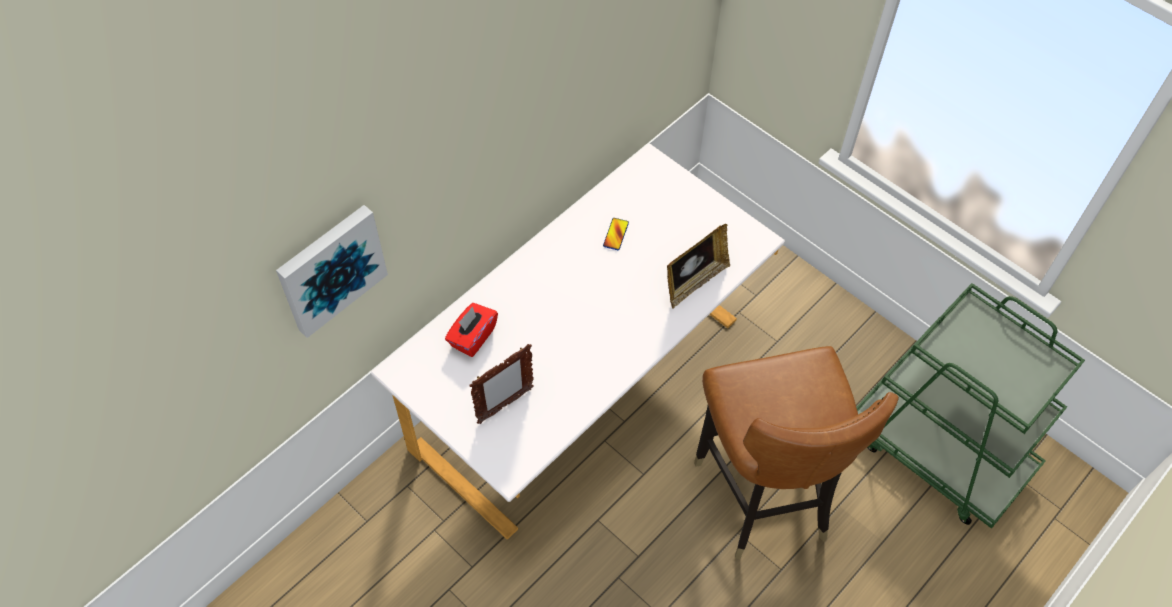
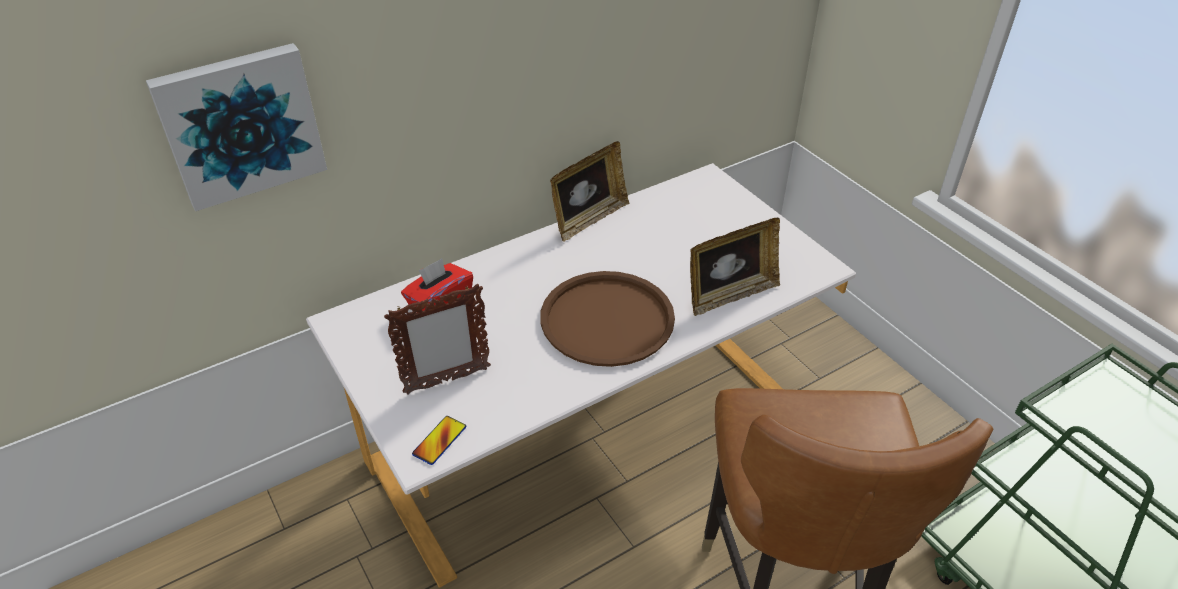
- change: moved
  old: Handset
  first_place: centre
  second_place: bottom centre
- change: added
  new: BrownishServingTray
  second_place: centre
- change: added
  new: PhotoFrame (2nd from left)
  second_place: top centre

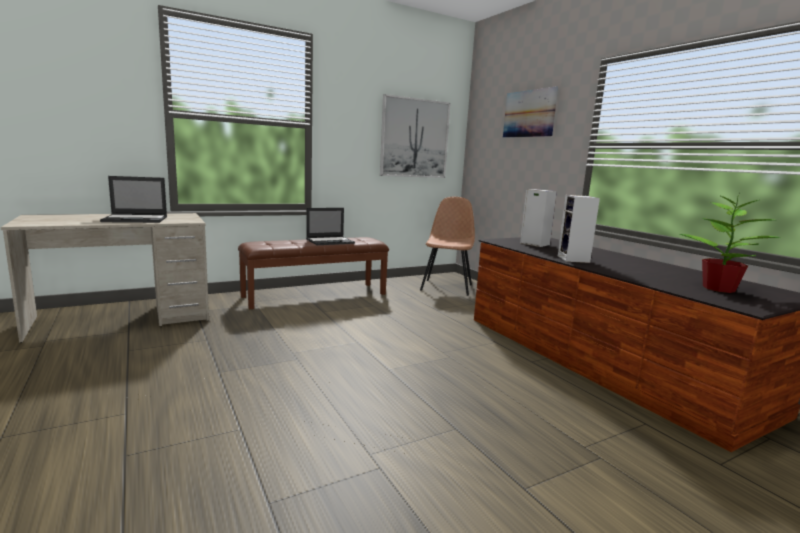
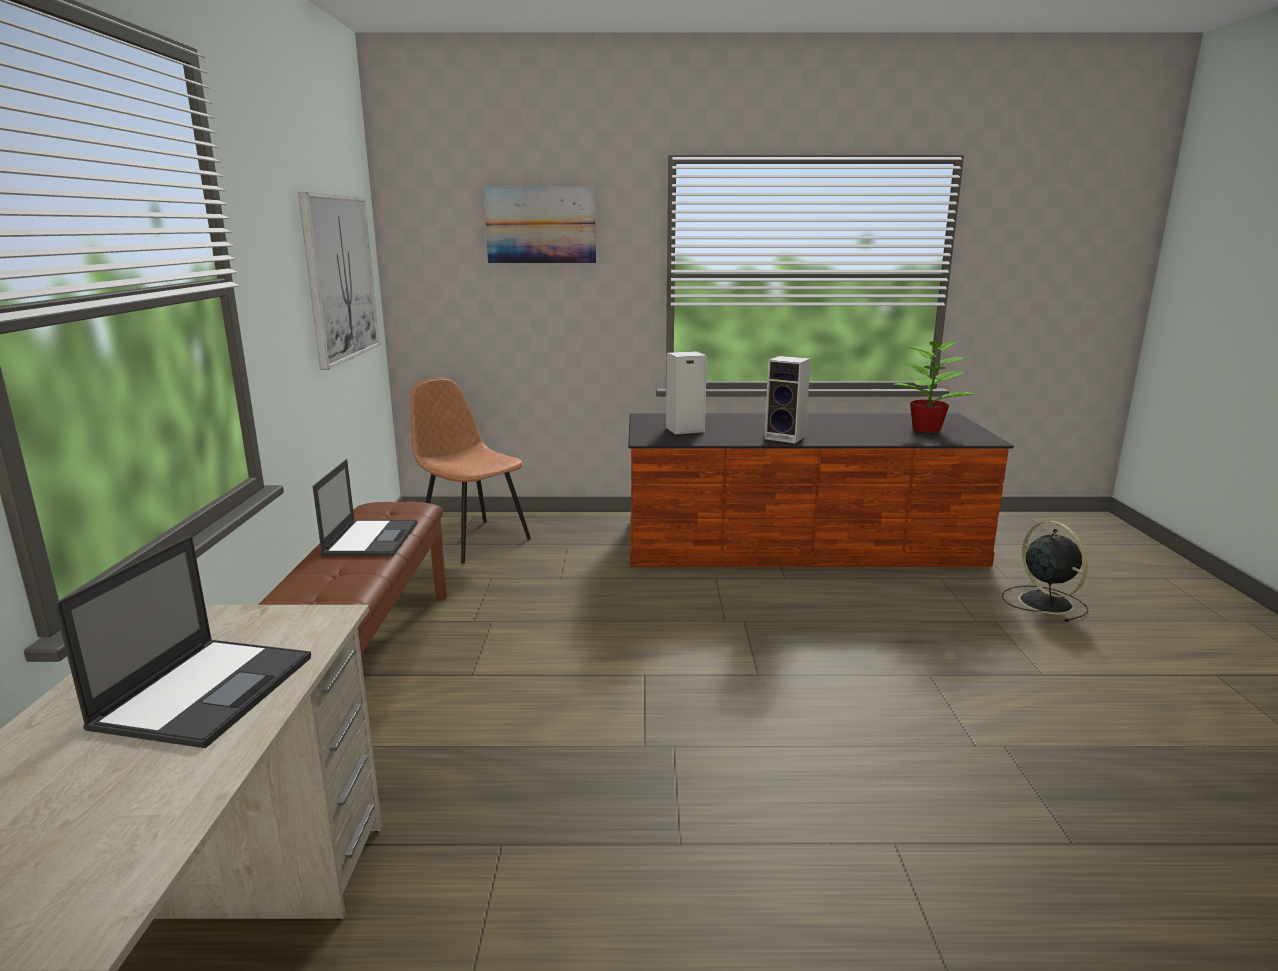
- change: added
  new: BlackFan
  second_place: middle right

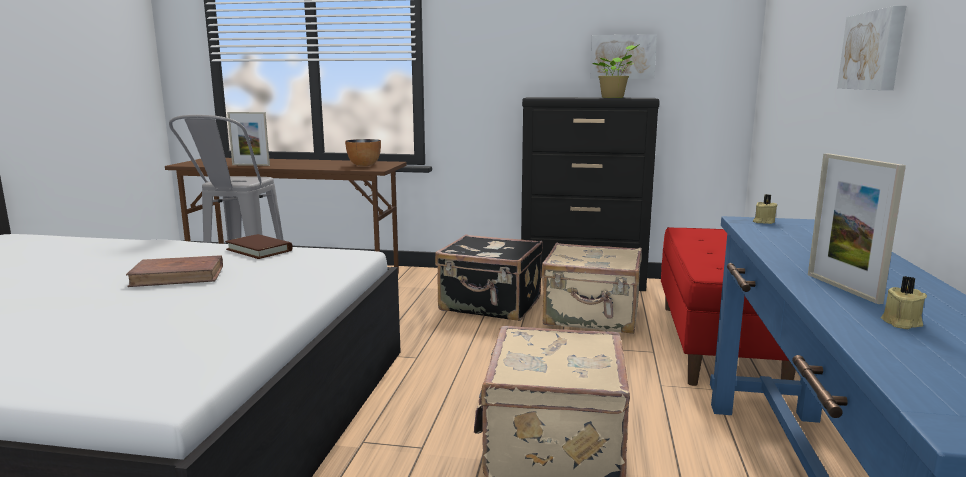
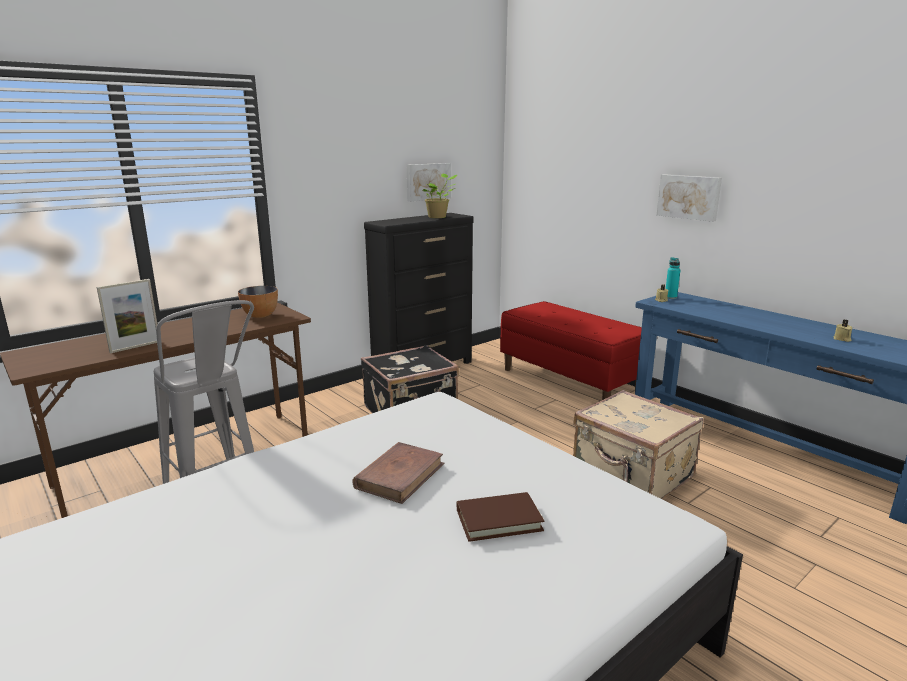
- change: moved
  old: BrownishBoundBook (2nd from left)
  first_place: middle left
  second_place: bottom centre
- change: removed
  old: SandColouredPieceOfLuggage (2nd from left)
  first_place: centre
- change: removed
  old: PhotoFrame (2nd from left)
  first_place: middle right
- change: added
  new: BlueGreenDrinkBottle
  second_place: middle right

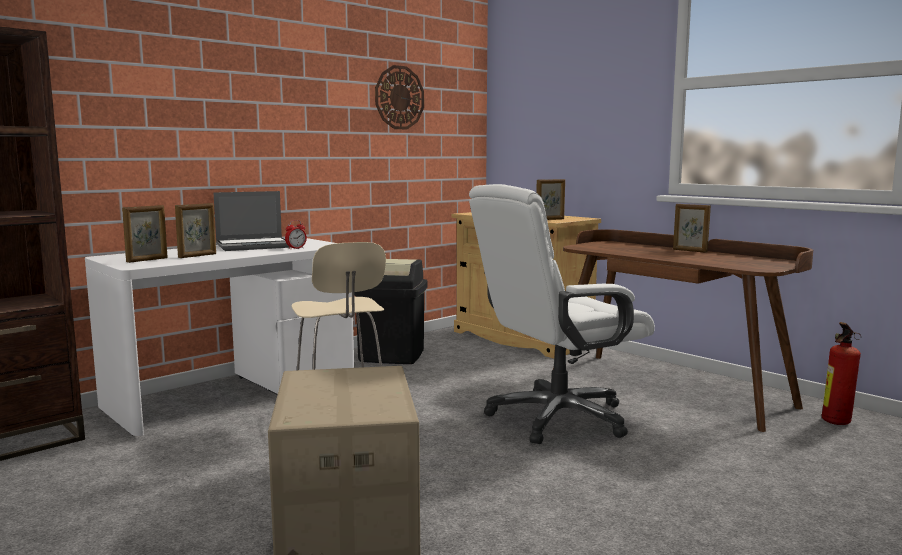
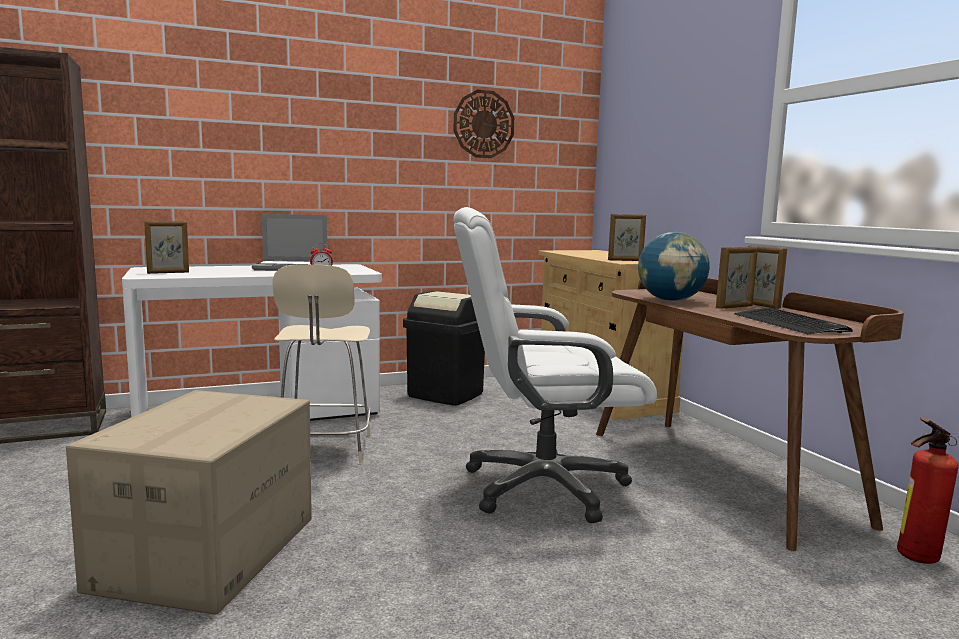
- change: moved
  old: PhotoFrame (2nd from left in the first image)
  new: PhotoFrame (3rd from left)
  first_place: middle left
  second_place: middle right
- change: added
  new: WorldGlobe
  second_place: middle right
- change: added
  new: PcKeyboard
  second_place: middle right

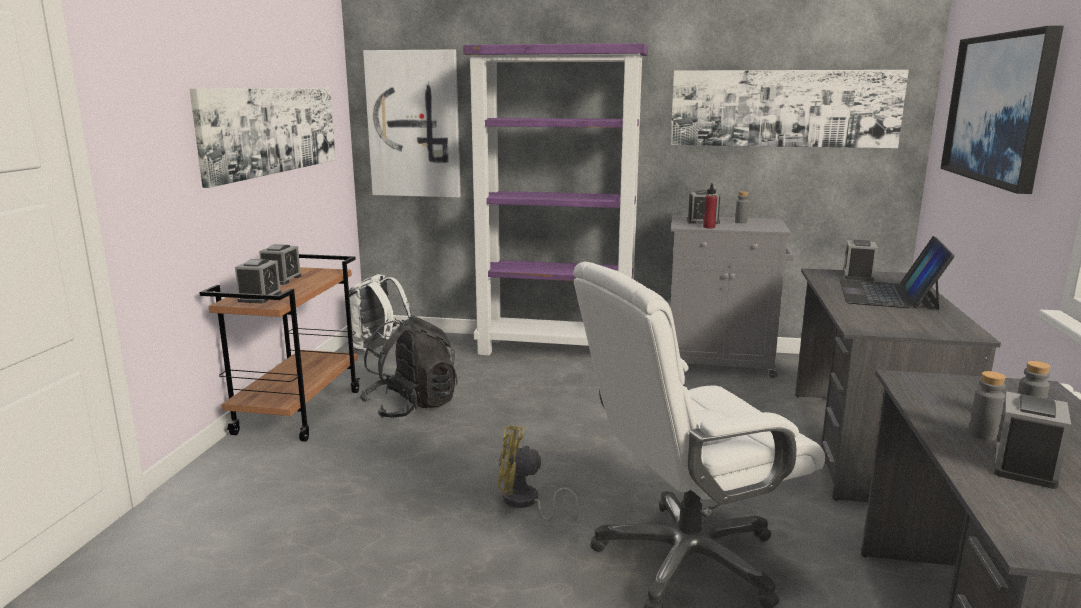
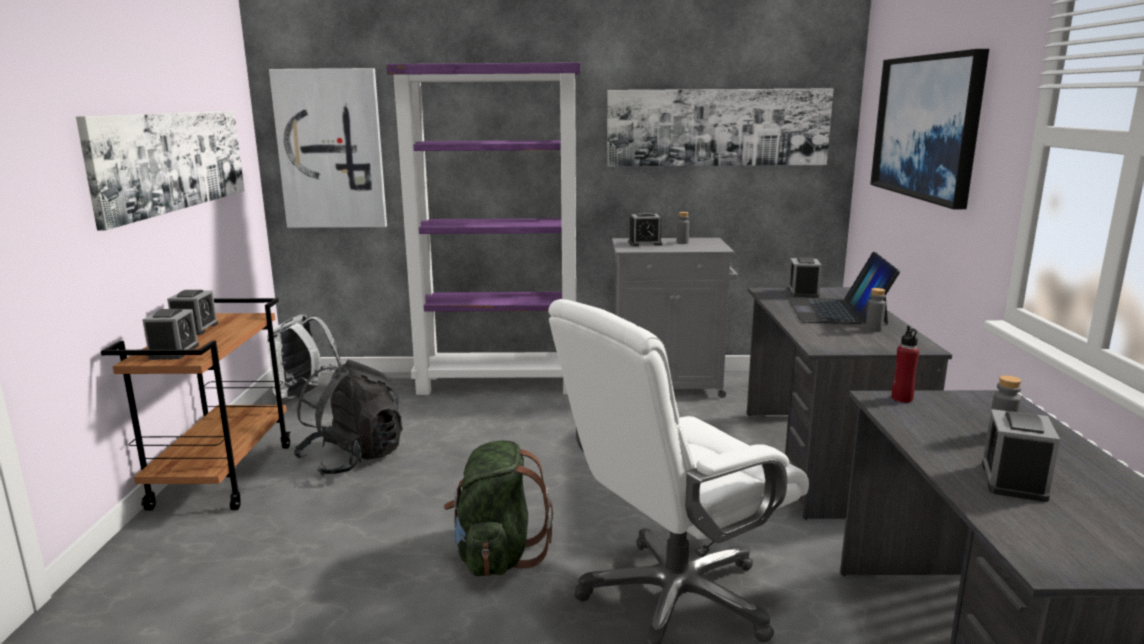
- change: replaced
  old: YellowishFan
  new: GreenColouredRucksack
  first_place: bottom centre
  second_place: bottom centre
- change: moved
  old: RedColouredDrinkBottle
  first_place: centre
  second_place: middle right
- change: moved
  old: GrayDrinkBottle (2nd from left)
  first_place: bottom right
  second_place: middle right

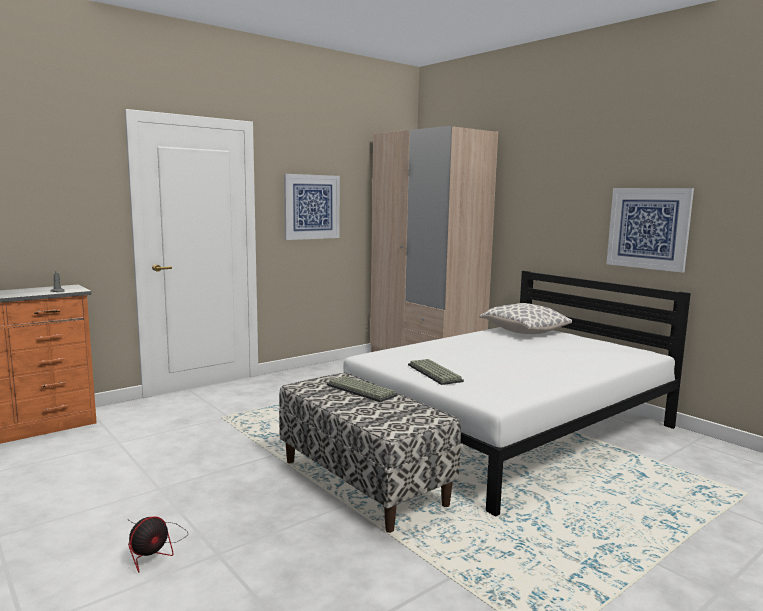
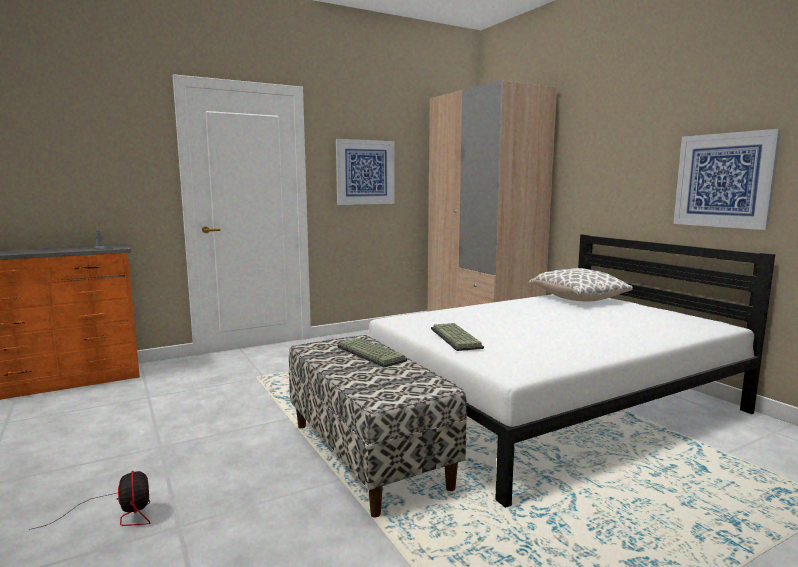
- change: turned
  old: Fan
  first_place: bottom left
  second_place: bottom left
  degrees: -75

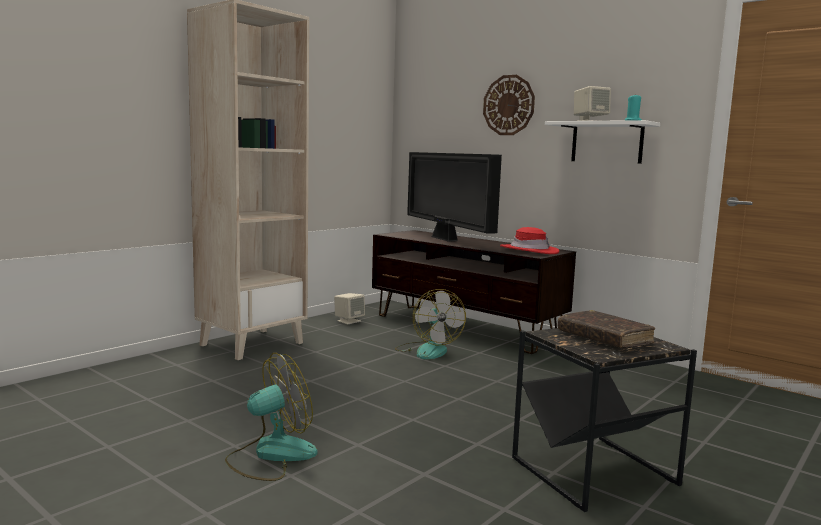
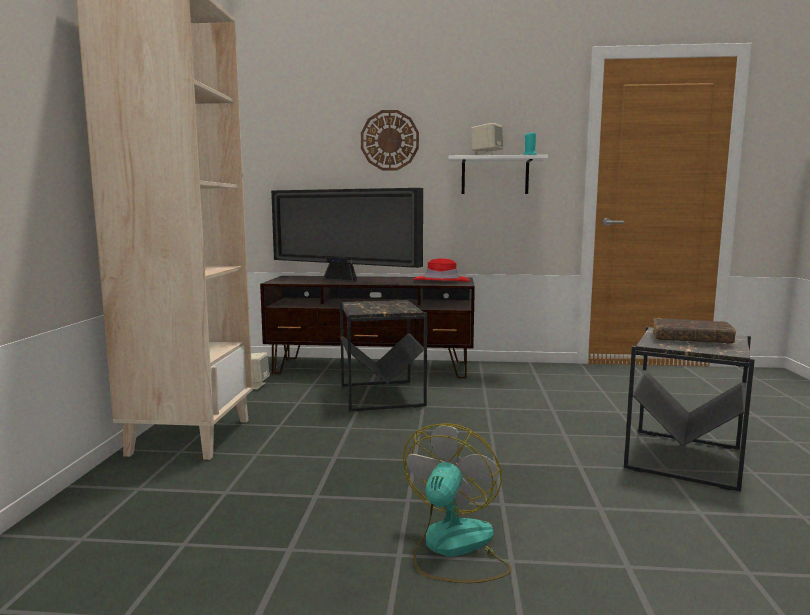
- change: replaced
  old: Fan (2nd from left)
  new: BlackSideTable (1st from left)
  first_place: centre
  second_place: centre

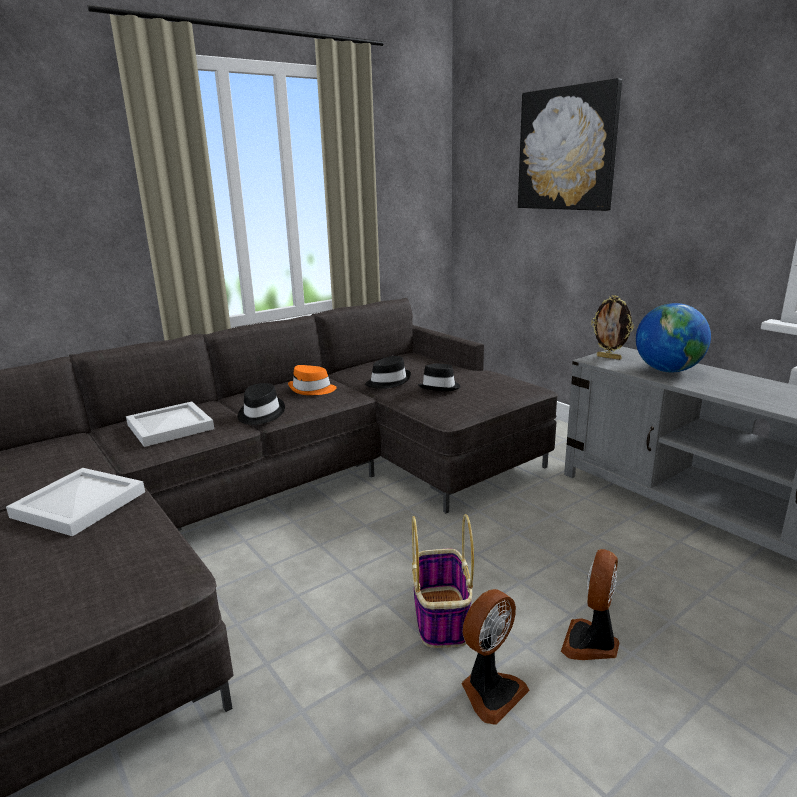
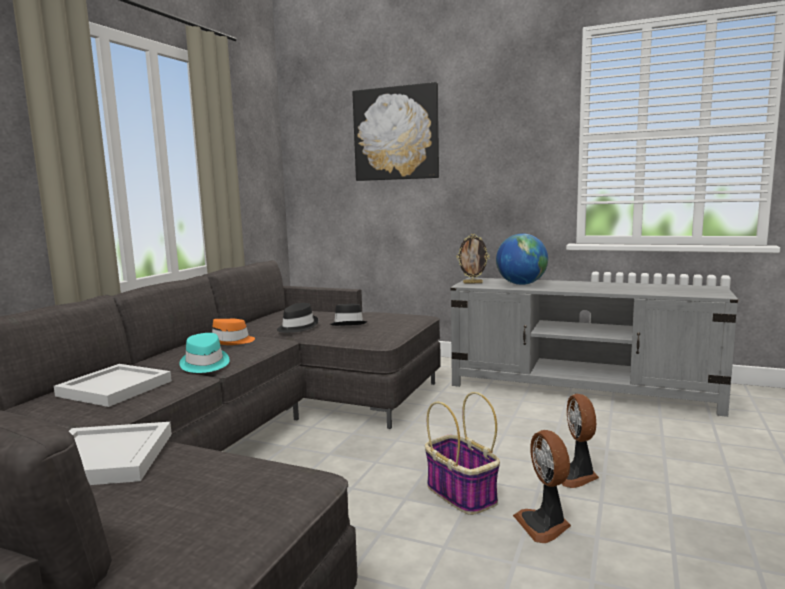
- change: recoloured
  old: BlackWearableHat (1st from left)
  new: BlueGreenWearableHat
  first_place: middle left
  second_place: middle left
- change: turned
  old: Fan (1st from left)
  first_place: bottom centre
  second_place: bottom right
  degrees: 150

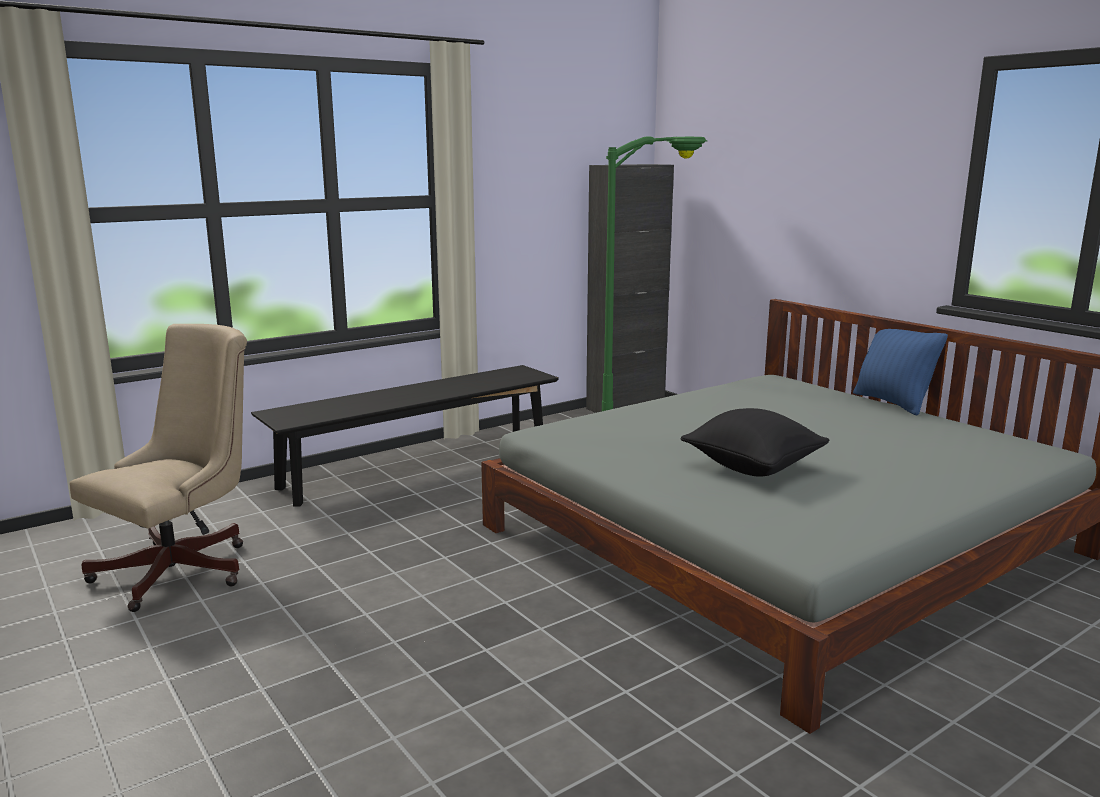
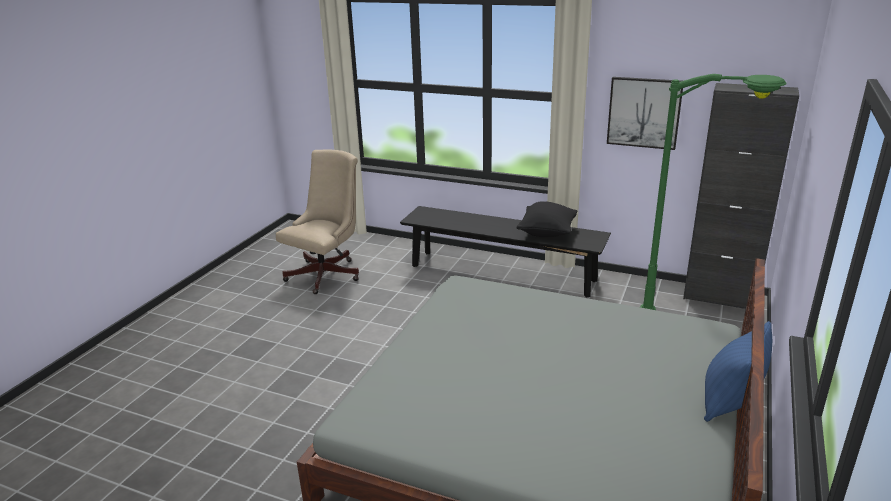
- change: turned
  old: SandColouredDeskChair
  first_place: middle left
  second_place: centre
  degrees: -60
- change: moved
  old: BlackPillow
  first_place: middle right
  second_place: centre
- change: added
  new: WallPicture
  second_place: top right

